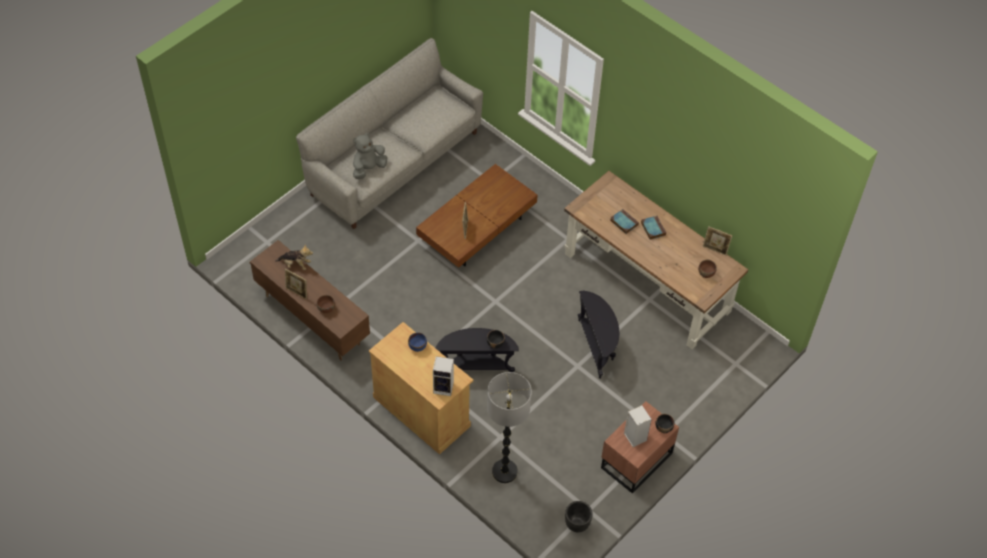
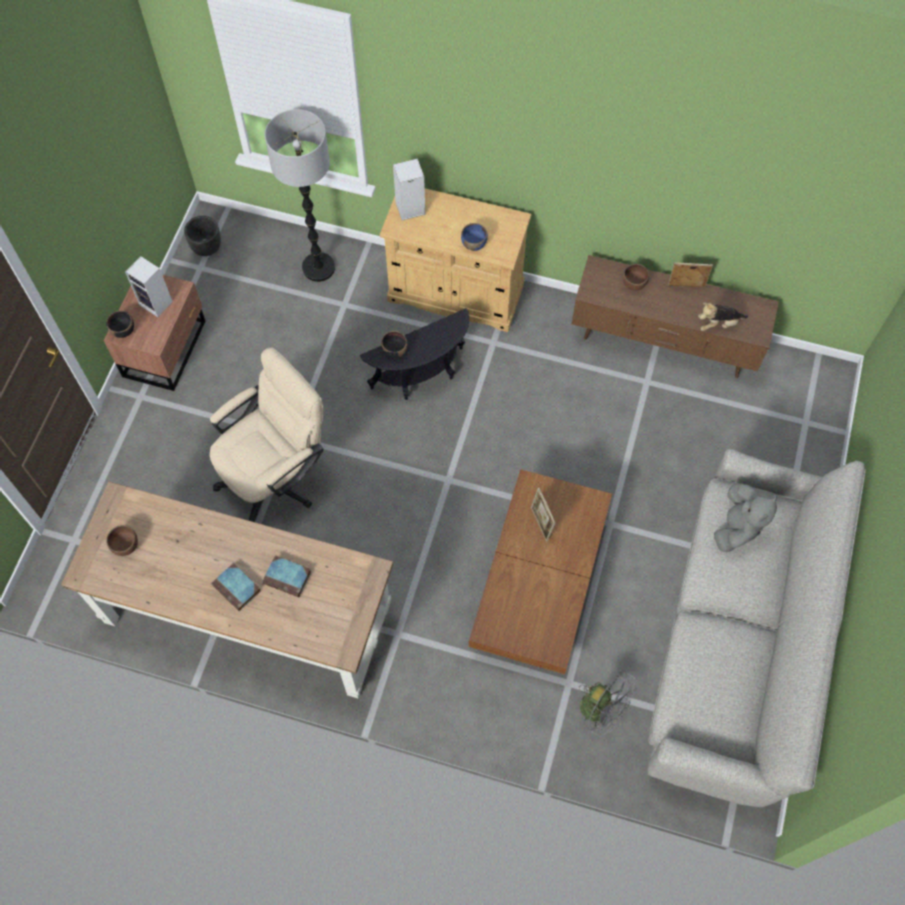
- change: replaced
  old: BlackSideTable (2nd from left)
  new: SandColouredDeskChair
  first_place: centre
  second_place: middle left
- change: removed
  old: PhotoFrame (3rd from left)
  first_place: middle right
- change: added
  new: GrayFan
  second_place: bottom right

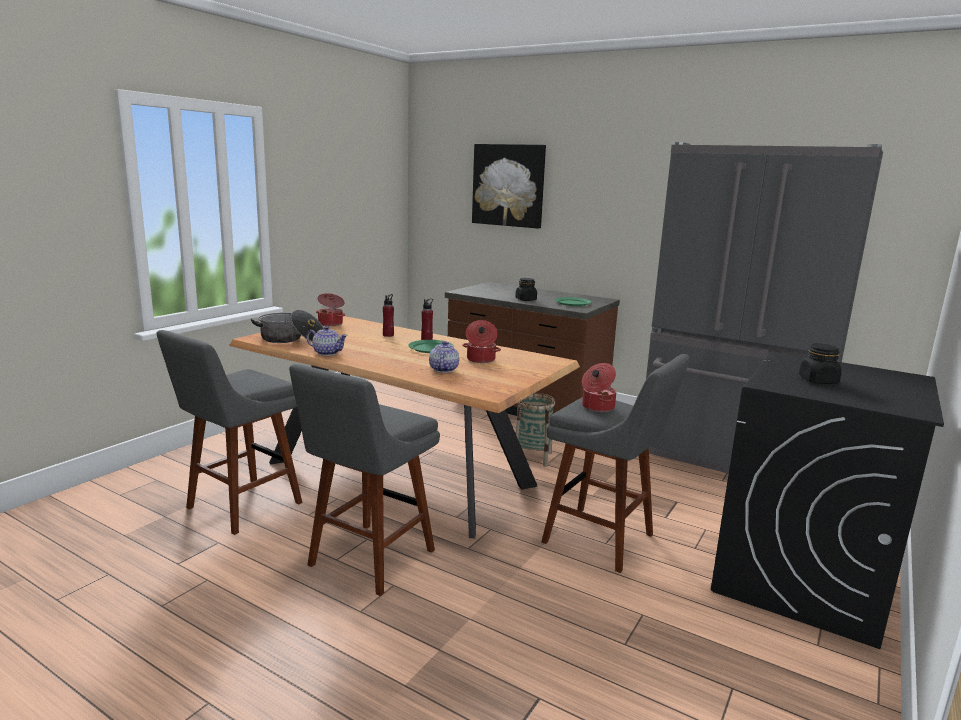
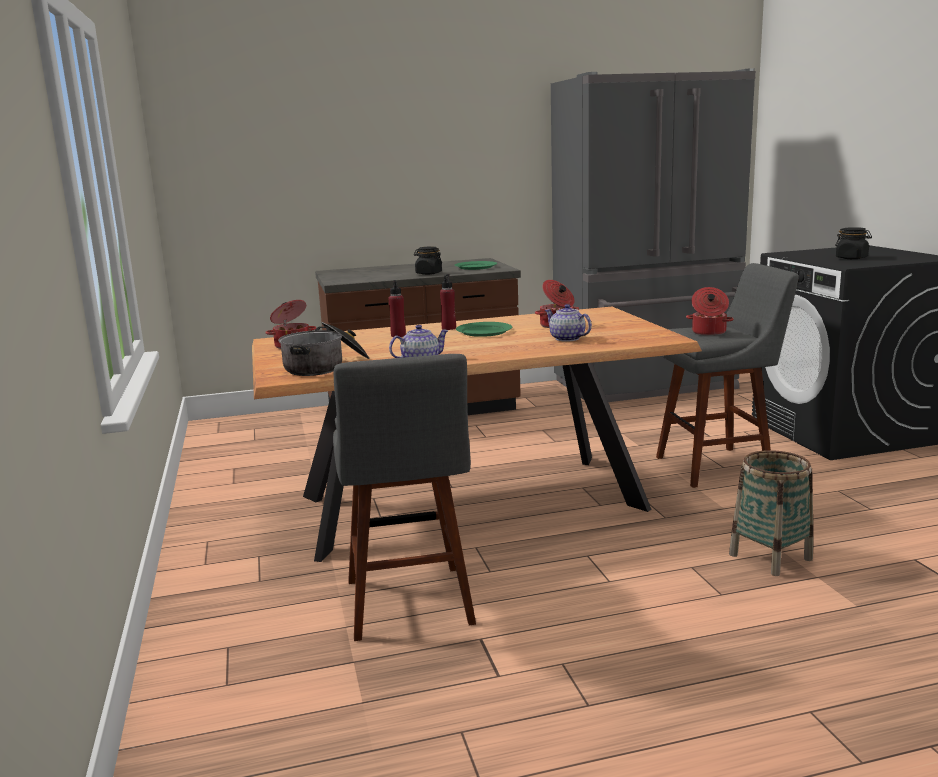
- change: removed
  old: GrayStoolSeat (2nd from left)
  first_place: bottom centre
- change: removed
  old: WallPicture
  first_place: top centre
- change: moved
  old: HouseholdBasket
  first_place: centre
  second_place: middle right

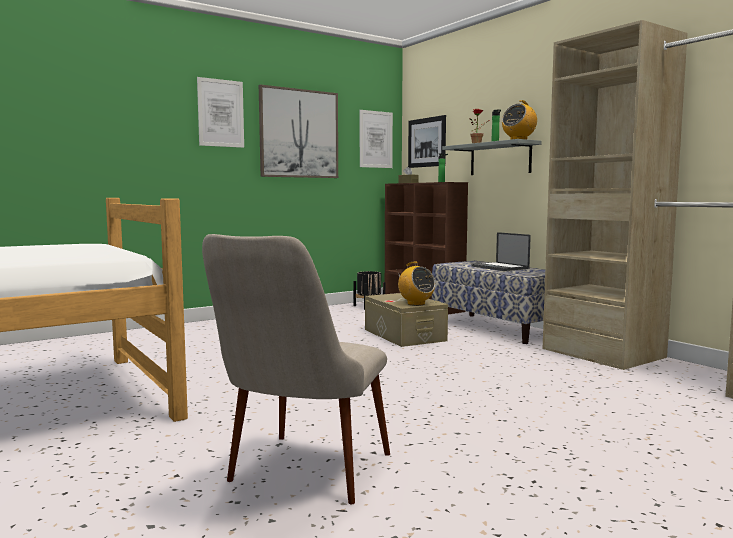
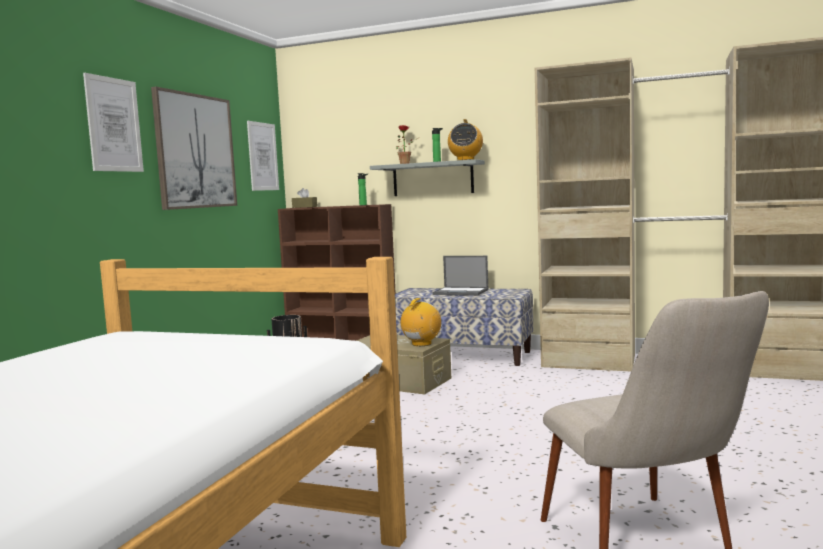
- change: turned
  old: RadioSet (1st from left)
  first_place: centre
  second_place: centre
  degrees: -75
- change: removed
  old: WallPicture (4th from left)
  first_place: top centre

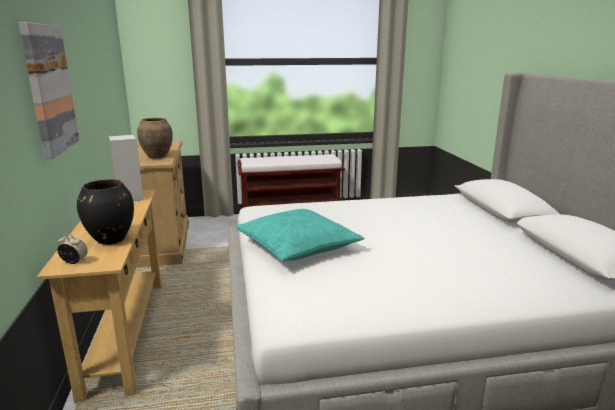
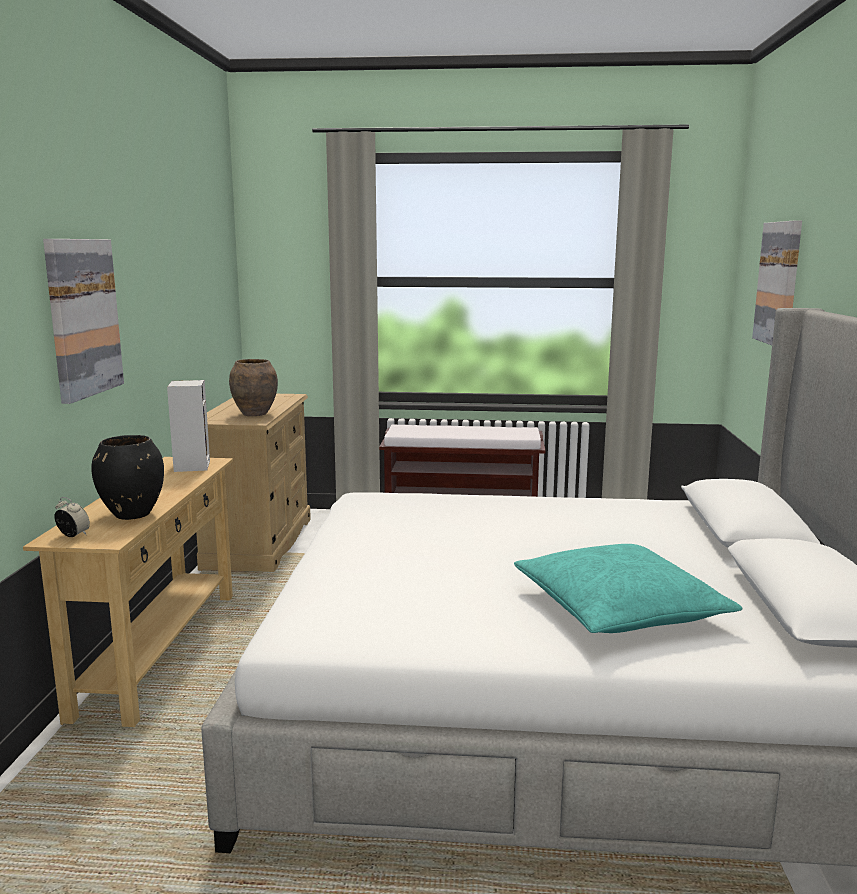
- change: moved
  old: BlueGreenPillow
  first_place: centre
  second_place: middle right
- change: added
  new: WallPicture (2nd from left)
  second_place: top right

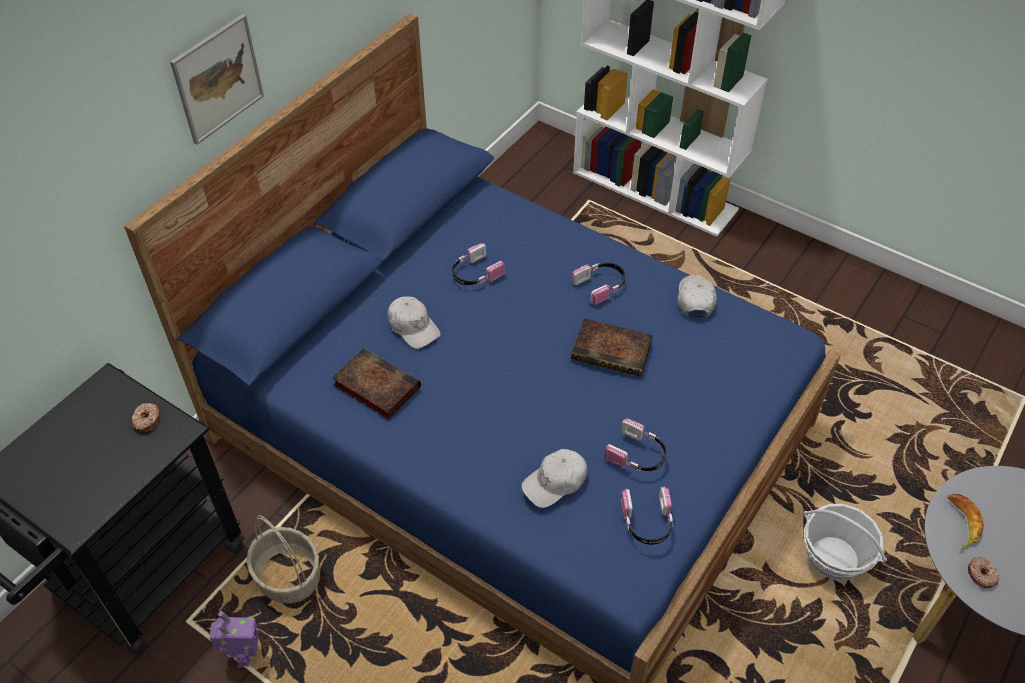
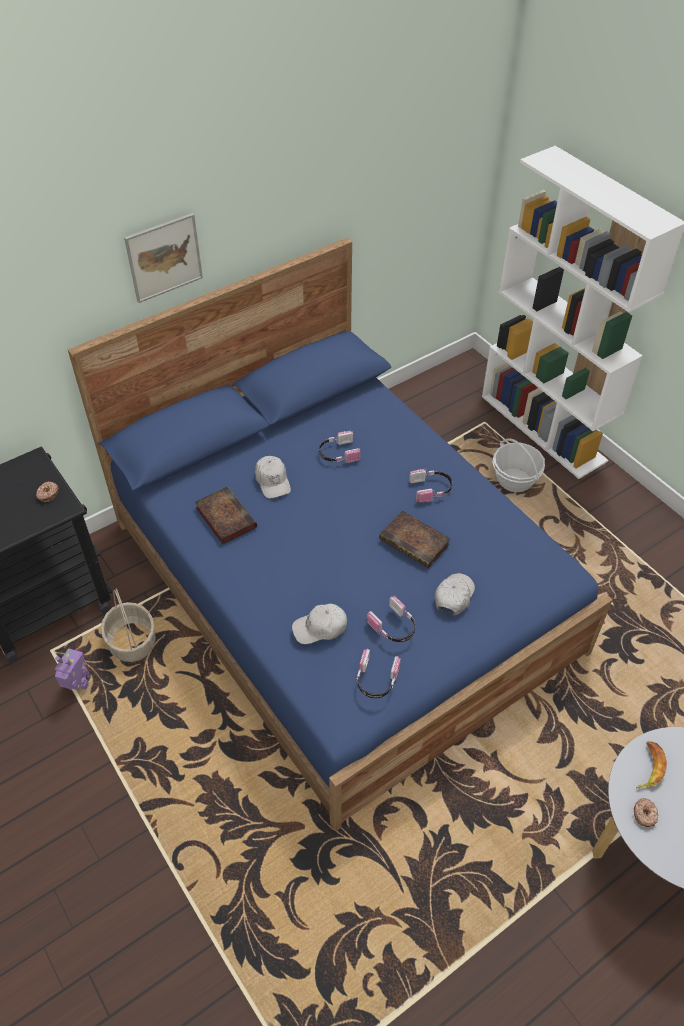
- change: turned
  old: ModelRobot
  first_place: bottom left
  second_place: middle left
  degrees: -90
- change: moved
  old: WhiteCap (3rd from left)
  first_place: middle right
  second_place: centre
- change: moved
  old: HouseholdBasket (2nd from left)
  first_place: bottom right
  second_place: middle right

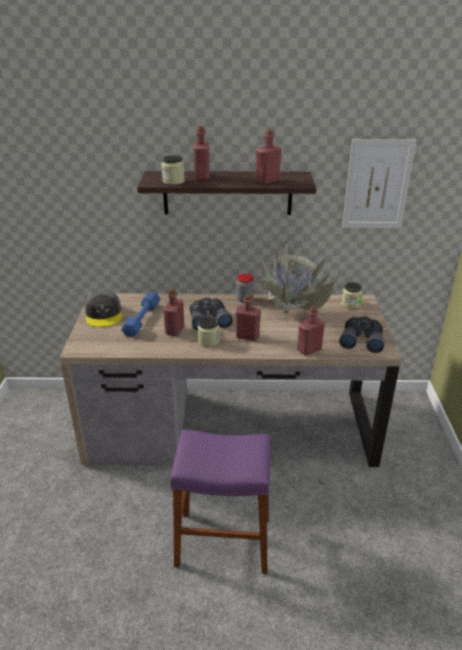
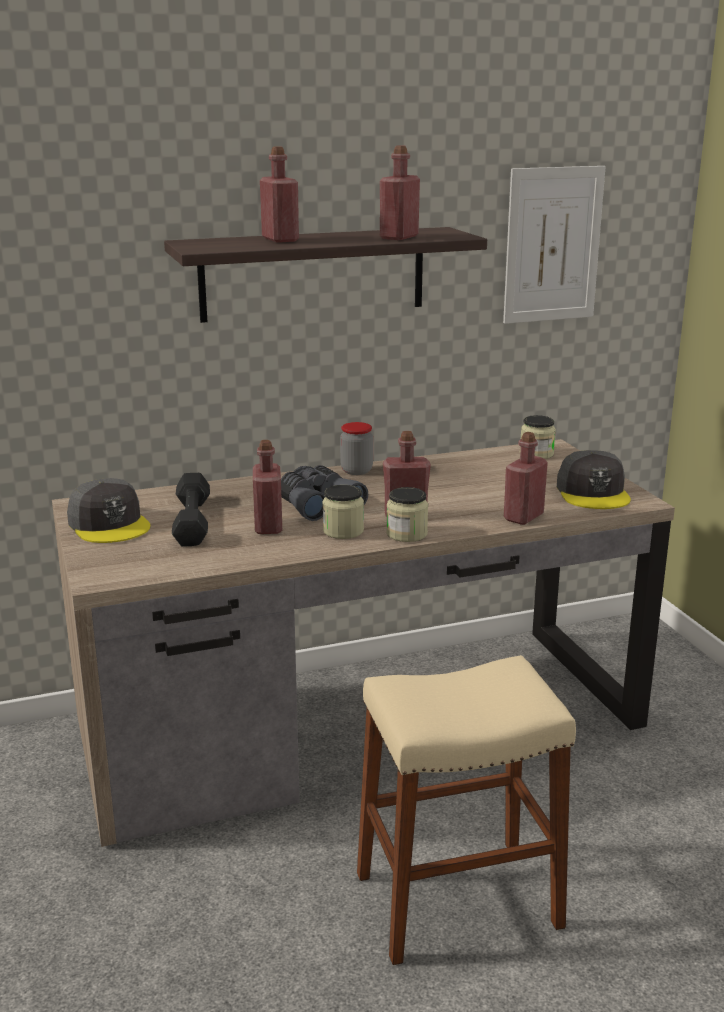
- change: recoloured
  old: BluishFreeWeight
  new: BlackFreeWeight
  first_place: middle left
  second_place: middle left
- change: moved
  old: PreserveJar (1st from left in the first image)
  new: PreserveJar (3rd from left)
  first_place: top centre
  second_place: centre
- change: recoloured
  old: PurplishStoolSeat
  new: SandColouredStoolSeat
  first_place: bottom centre
  second_place: bottom centre
- change: removed
  old: PlantInAPot
  first_place: centre
- change: replaced
  old: GrayBinoculars (2nd from left)
  new: GrayCap (2nd from left)
  first_place: middle right
  second_place: middle right

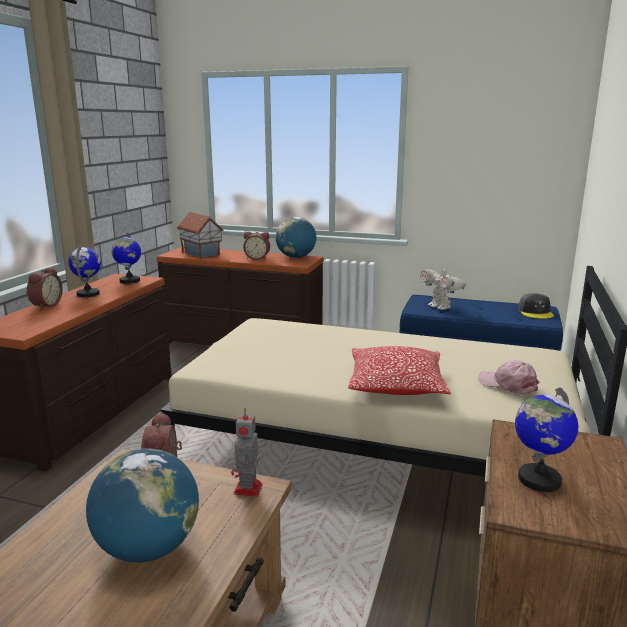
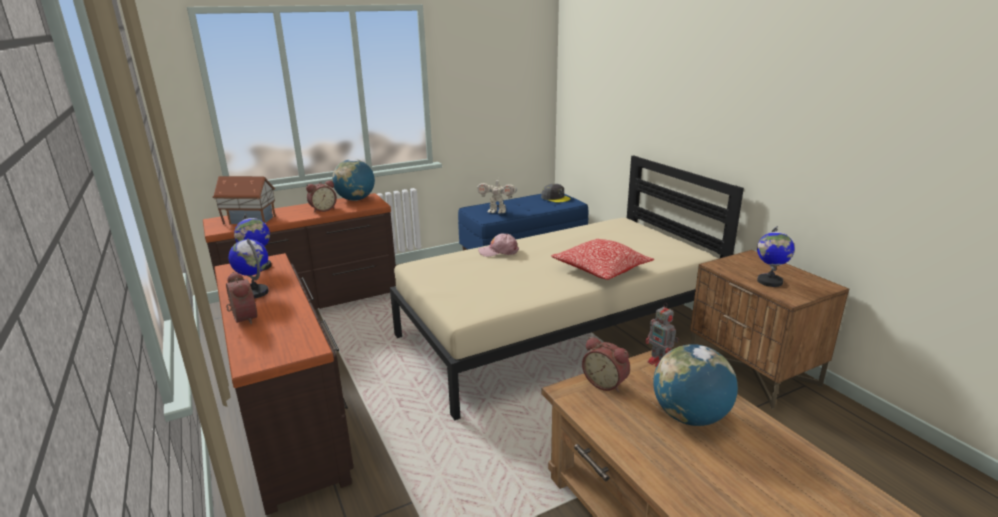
- change: moved
  old: PinkColouredCap
  first_place: middle right
  second_place: centre

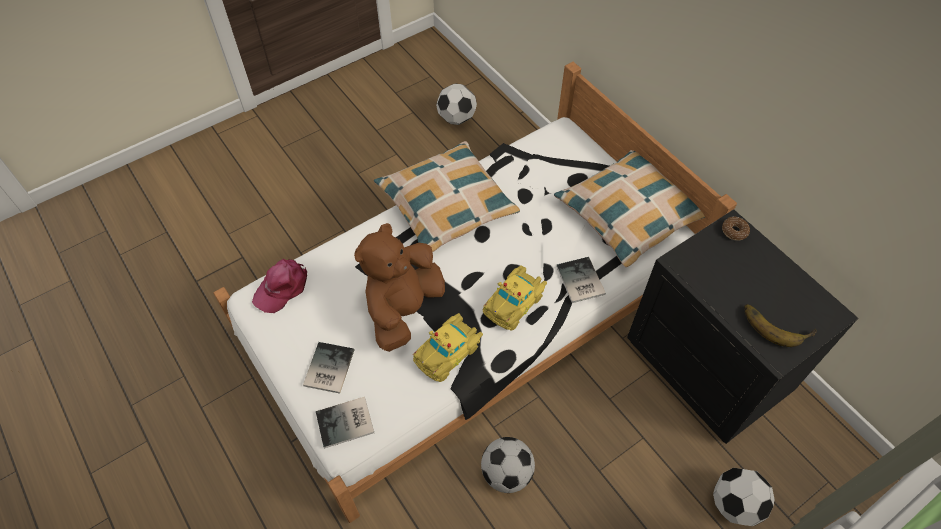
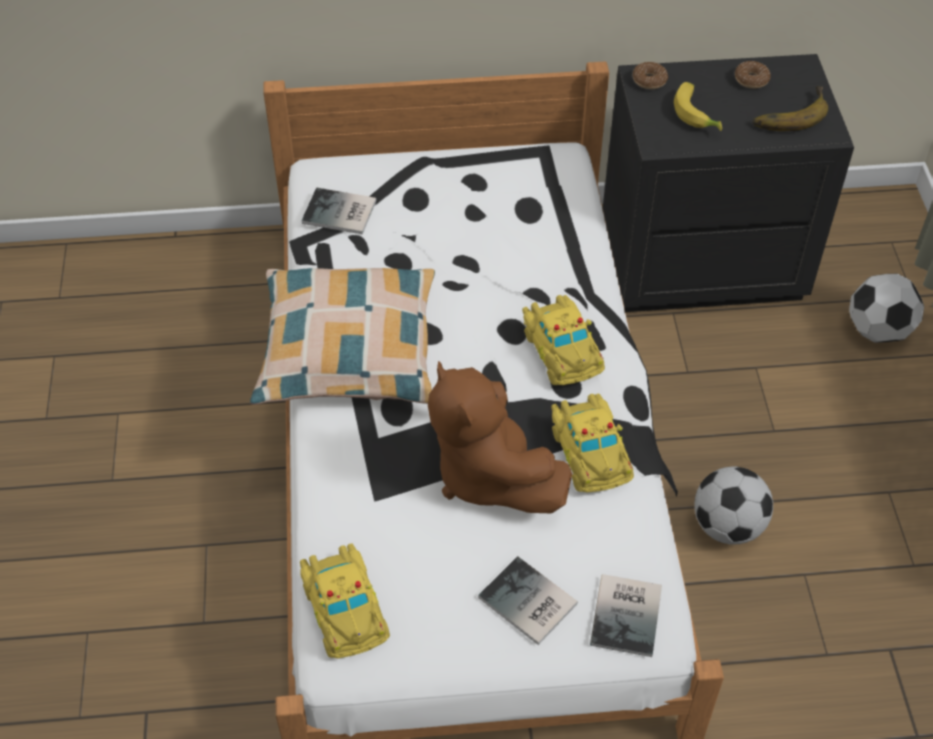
- change: replaced
  old: PinkColouredCap
  new: YellowishMiniatureCar (1st from left)
  first_place: middle left
  second_place: bottom centre
- change: removed
  old: Football (1st from left)
  first_place: top centre
- change: removed
  old: Pillow (2nd from left)
  first_place: middle right
- change: moved
  old: BoundBook (3rd from left in the first image)
  new: BoundBook (1st from left)
  first_place: centre
  second_place: top centre
- change: added
  new: Banana (1st from left)
  second_place: top right
- change: added
  new: Doughnut (2nd from left)
  second_place: top right

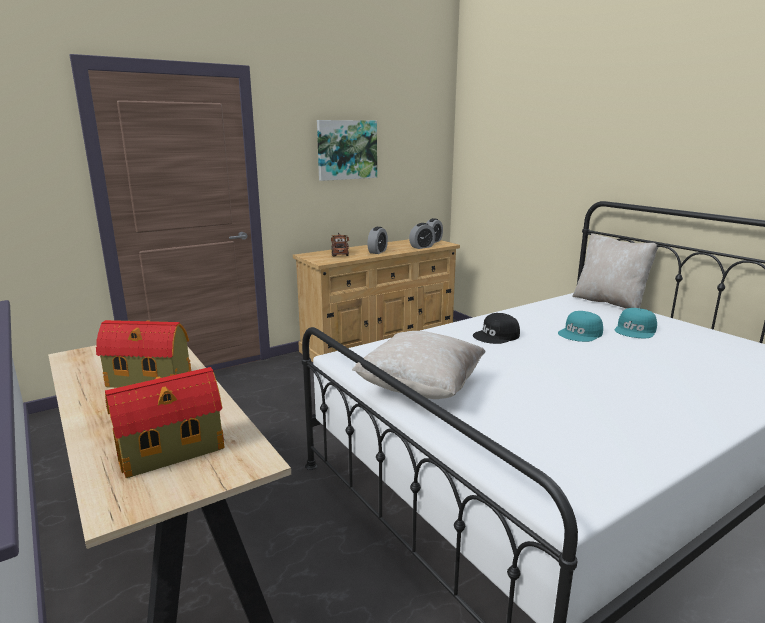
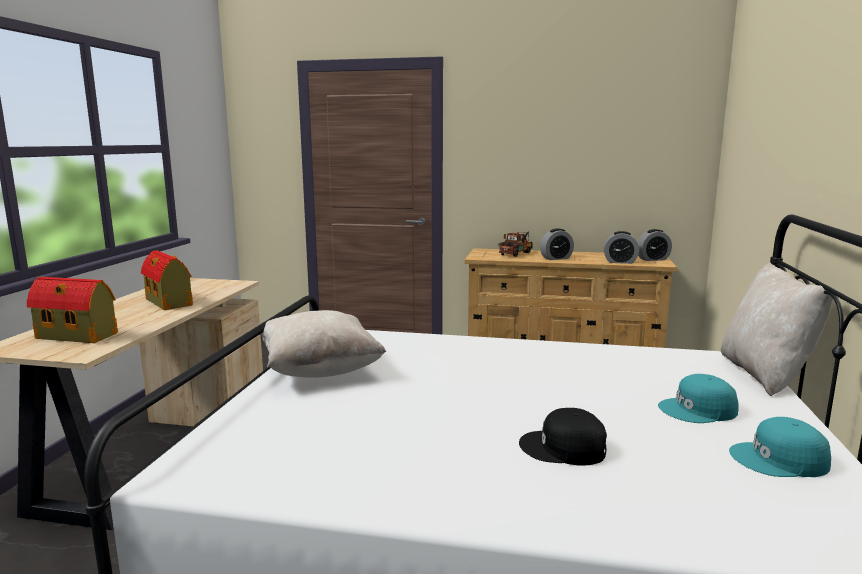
- change: removed
  old: WallPicture
  first_place: top centre
- change: moved
  old: BlackCap
  first_place: centre
  second_place: bottom centre
- change: moved
  old: BlueGreenCap (1st from left in the first image)
  new: BlueGreenCap (2nd from left)
  first_place: middle right
  second_place: bottom right

